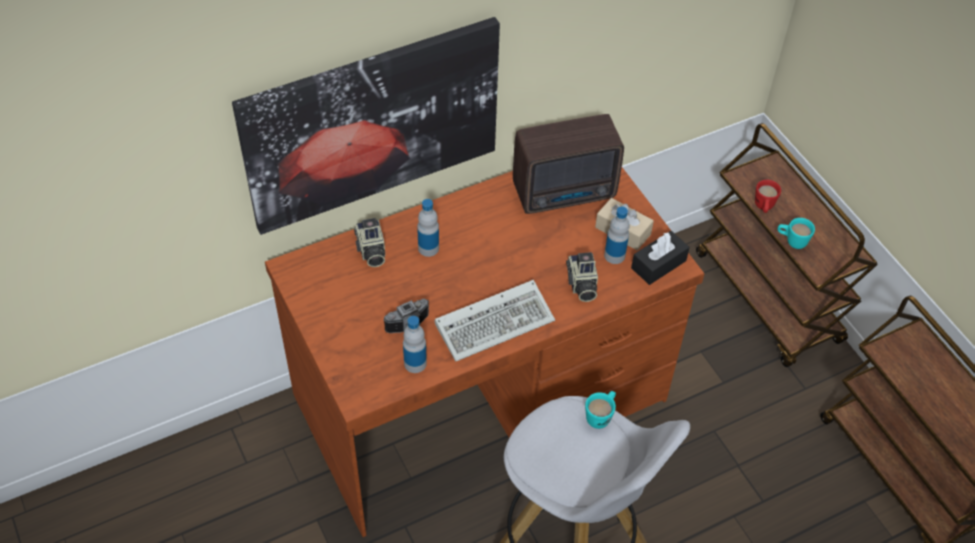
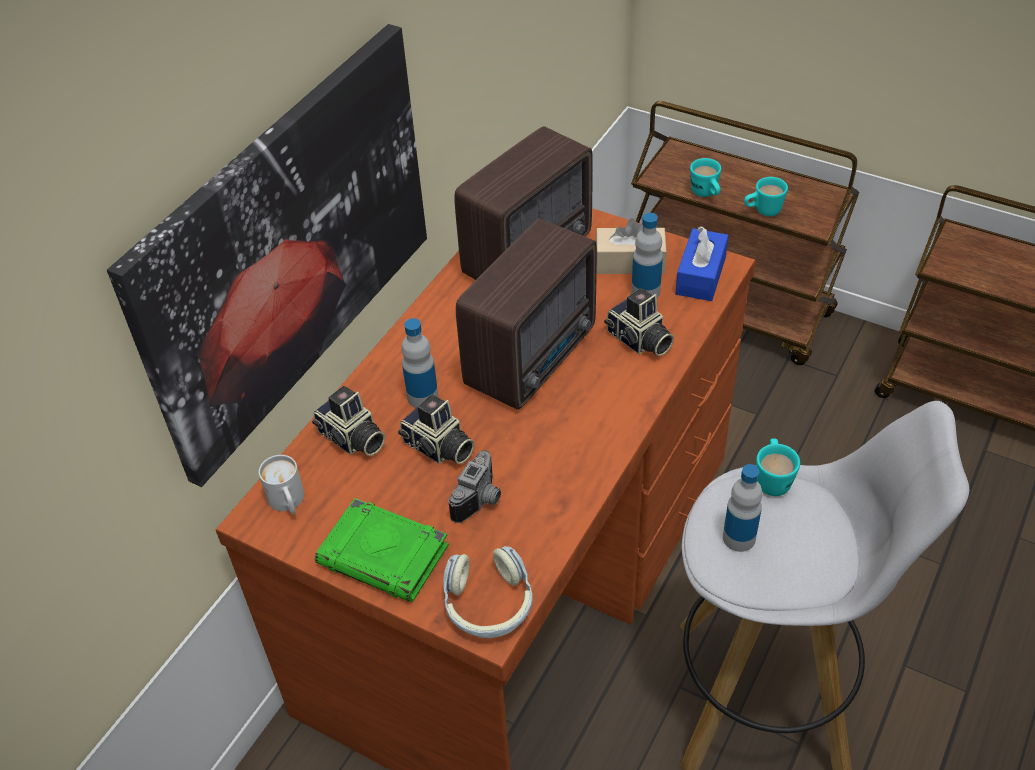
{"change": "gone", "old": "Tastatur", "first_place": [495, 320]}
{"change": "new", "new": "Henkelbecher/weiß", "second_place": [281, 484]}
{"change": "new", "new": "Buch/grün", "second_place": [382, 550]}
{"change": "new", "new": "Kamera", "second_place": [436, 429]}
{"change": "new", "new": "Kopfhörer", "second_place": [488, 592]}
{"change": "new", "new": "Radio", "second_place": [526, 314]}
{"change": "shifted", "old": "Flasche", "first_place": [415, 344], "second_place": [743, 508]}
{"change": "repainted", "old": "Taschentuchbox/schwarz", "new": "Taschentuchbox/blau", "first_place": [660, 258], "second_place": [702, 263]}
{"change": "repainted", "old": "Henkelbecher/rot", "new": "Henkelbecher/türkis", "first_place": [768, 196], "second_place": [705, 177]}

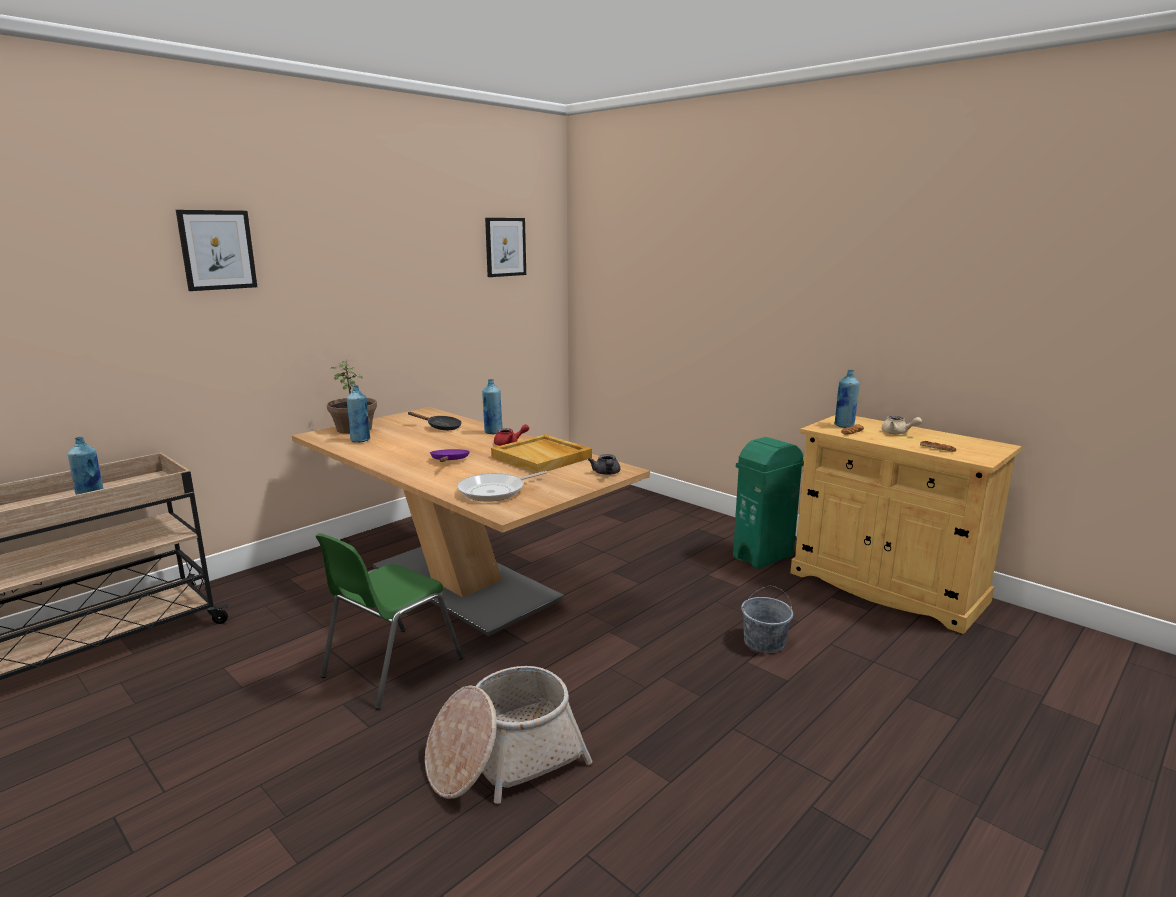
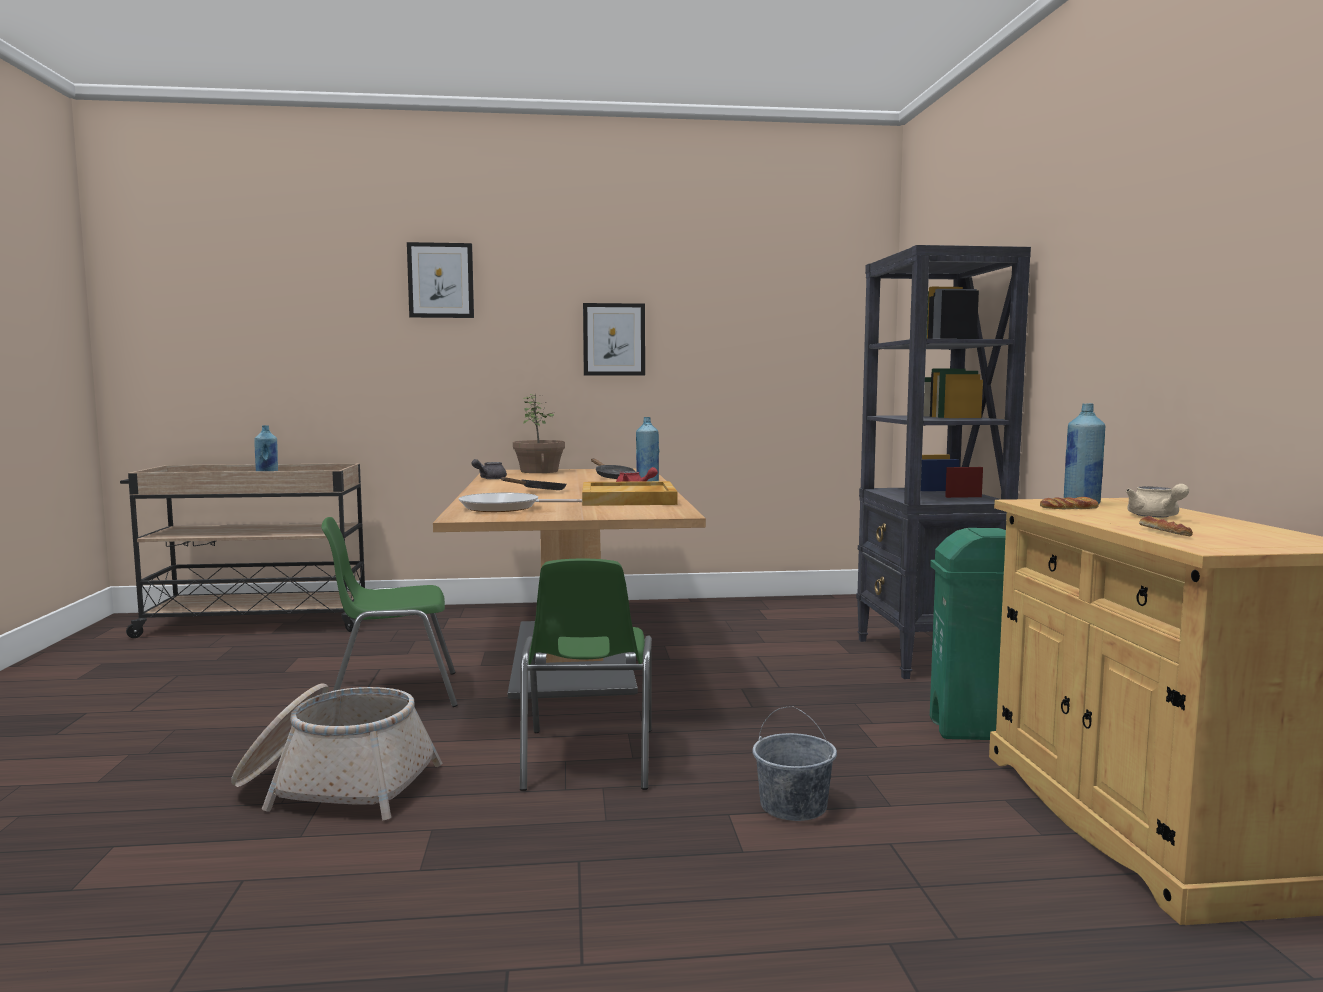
{"change": "gone", "old": "Flasche/blau", "first_place": [358, 414]}
{"change": "new", "new": "Stuhl/grün", "second_place": [586, 675]}
{"change": "new", "new": "Bücherregal/schwarz", "second_place": [943, 462]}
{"change": "shifted", "old": "Bild", "first_place": [505, 247], "second_place": [614, 339]}
{"change": "shifted", "old": "Teekanne/grau", "first_place": [604, 464], "second_place": [489, 469]}
{"change": "repainted", "old": "Pfanne/lila", "new": "Pfanne/schwarz", "first_place": [450, 455], "second_place": [533, 483]}

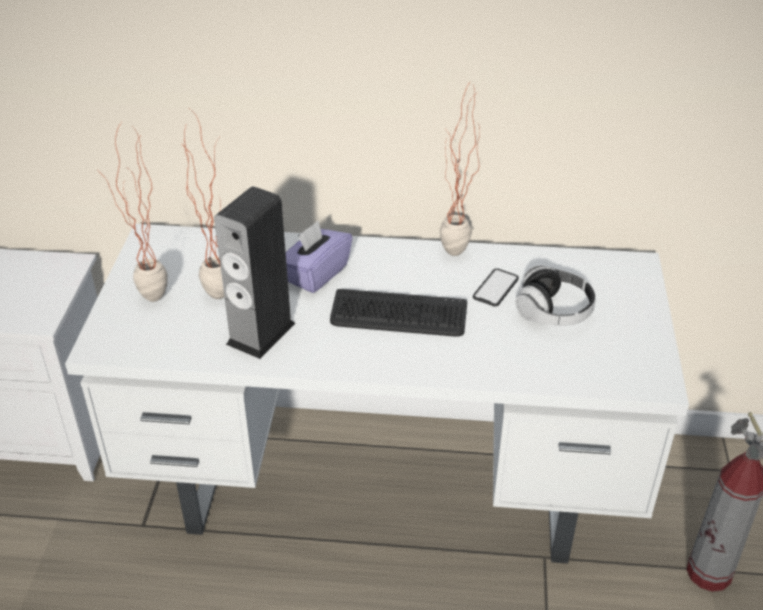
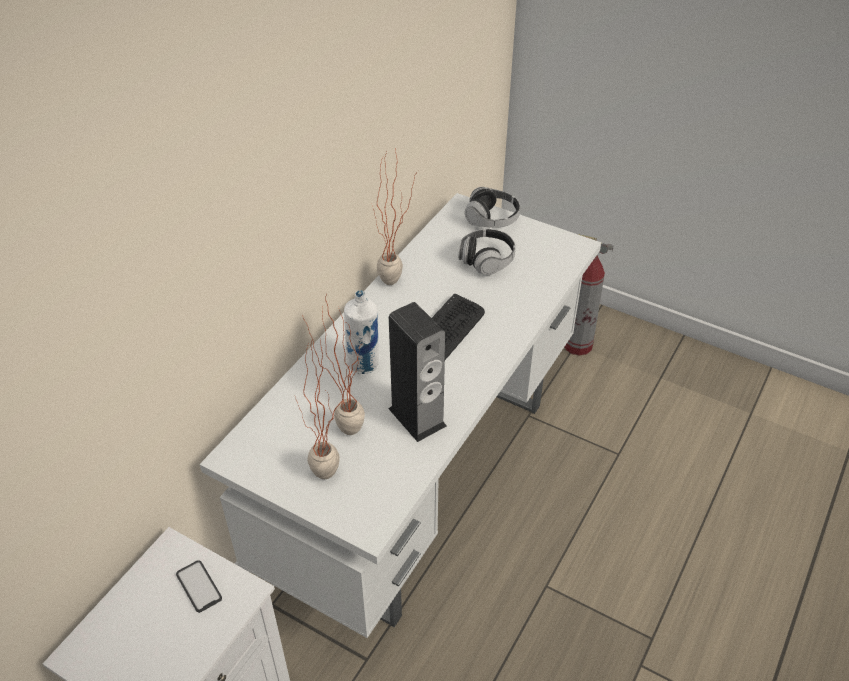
{"change": "new", "new": "Kopfhörer", "second_place": [492, 207]}
{"change": "shifted", "old": "Handy", "first_place": [496, 287], "second_place": [199, 586]}
{"change": "swapped", "old": "Taschentuchbox/lila", "new": "Flasche/weiß", "first_place": [319, 257], "second_place": [361, 332]}

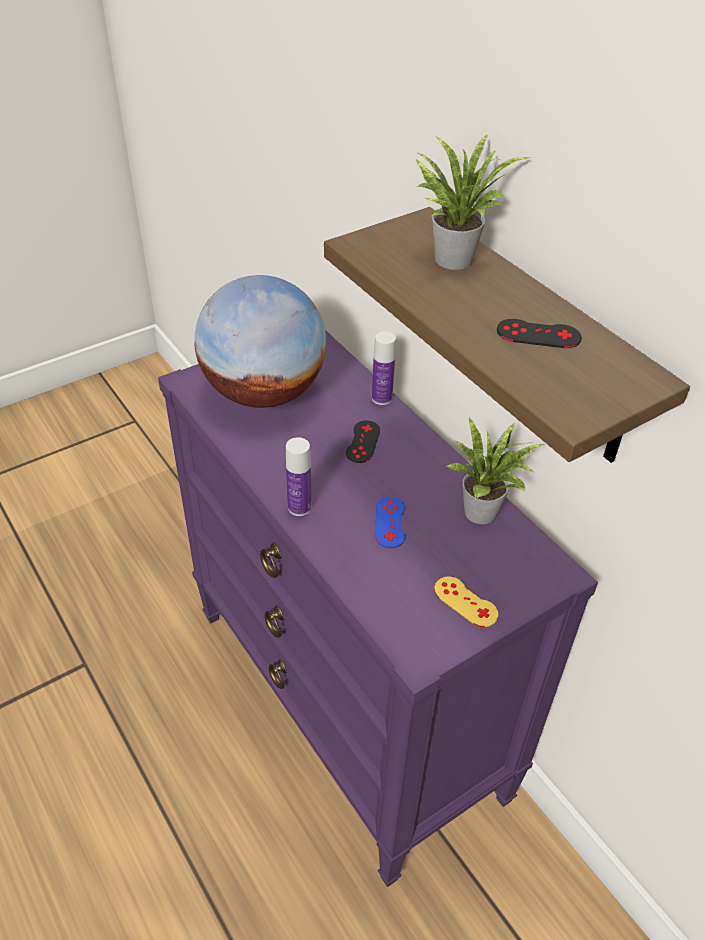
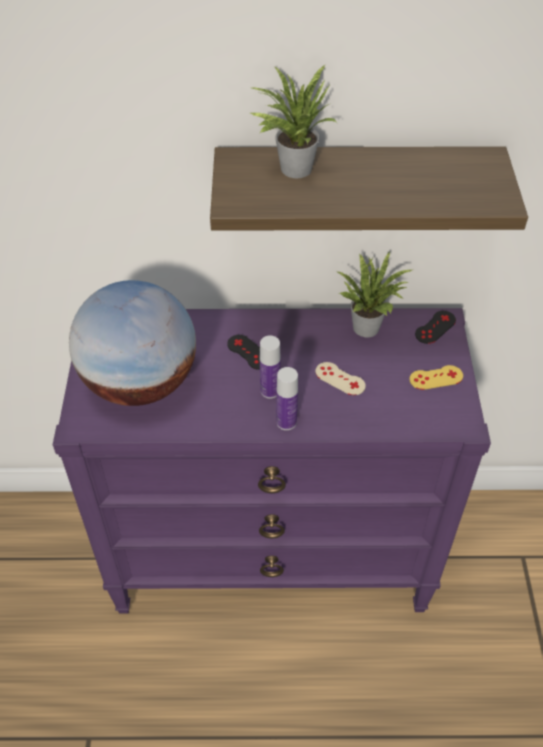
{"change": "shifted", "old": "Flasche", "first_place": [384, 368], "second_place": [270, 367]}
{"change": "shifted", "old": "Gamepad/schwarz", "first_place": [539, 333], "second_place": [435, 327]}
{"change": "repainted", "old": "Gamepad/blau", "new": "Gamepad/beige", "first_place": [390, 522], "second_place": [340, 378]}

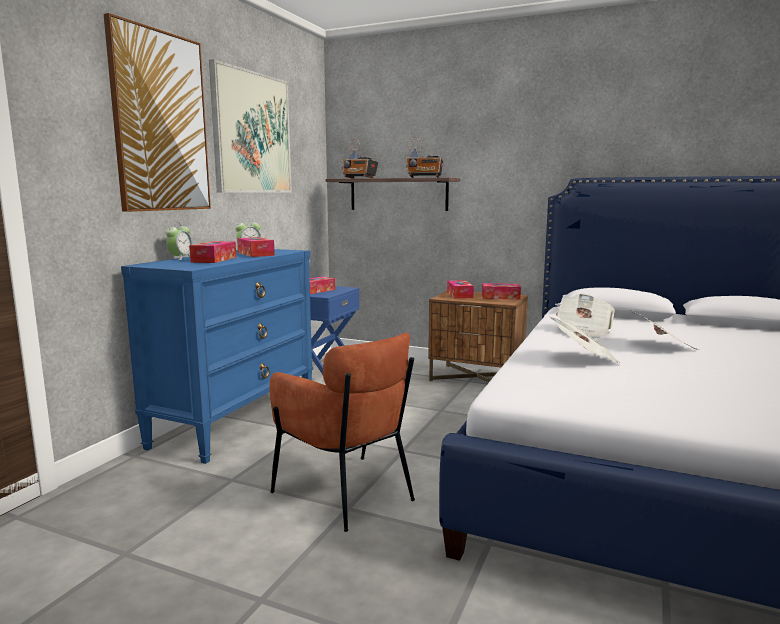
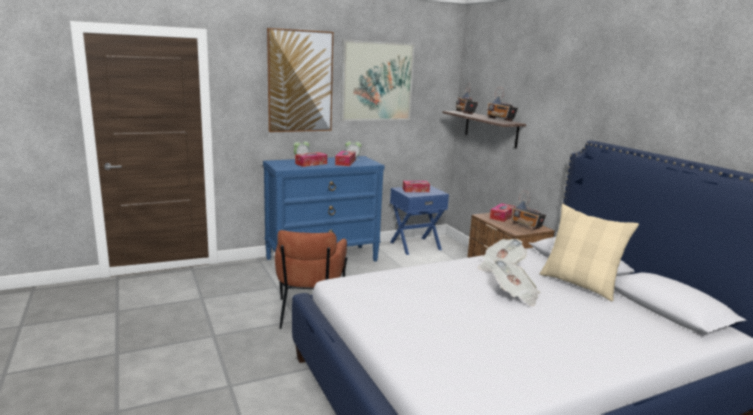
{"change": "gone", "old": "Zeitung", "first_place": [584, 339]}
{"change": "new", "new": "Kissen/beige", "second_place": [589, 252]}
{"change": "swapped", "old": "Taschentuchbox", "new": "Radio", "first_place": [501, 291], "second_place": [528, 210]}

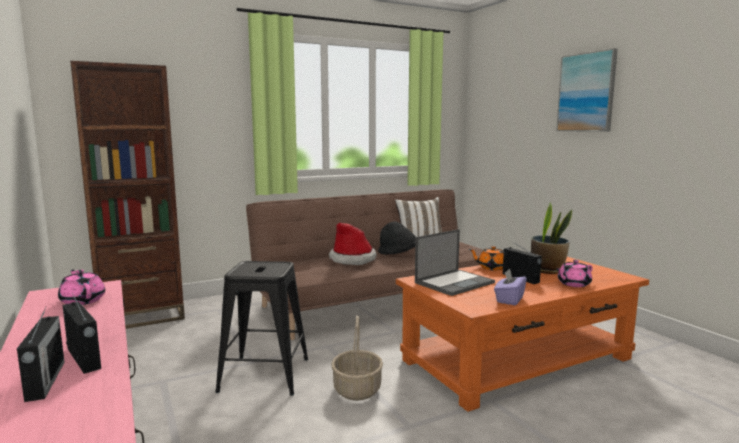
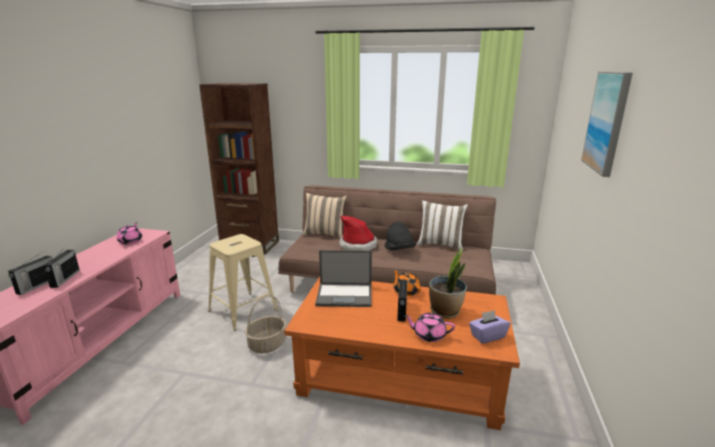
{"change": "new", "new": "Kissen/beige", "second_place": [324, 215]}
{"change": "shifted", "old": "Taschentuchbox/lila", "first_place": [510, 287], "second_place": [490, 327]}
{"change": "repainted", "old": "Hocker/schwarz", "new": "Hocker/beige", "first_place": [261, 328], "second_place": [243, 282]}

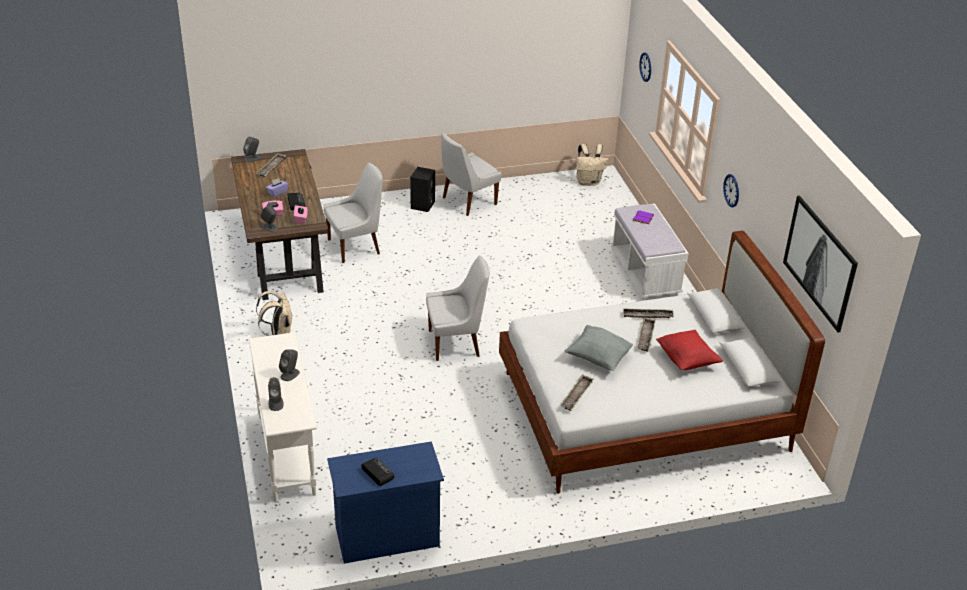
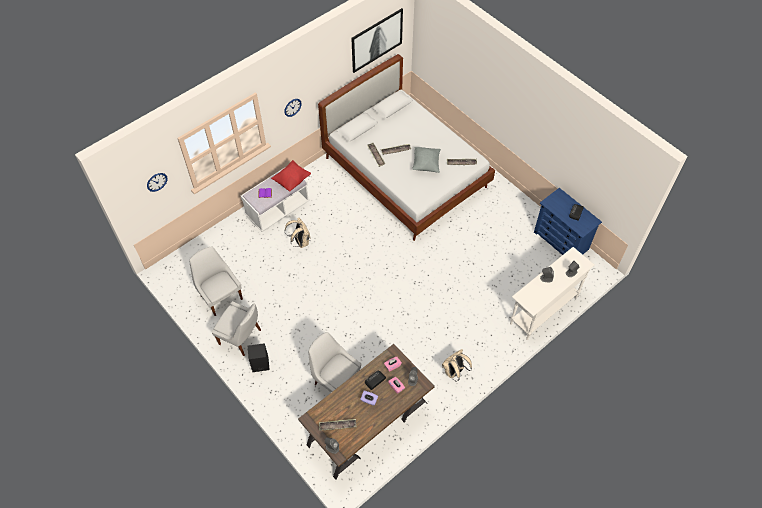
{"change": "shifted", "old": "Stuhl/weiß", "first_place": [458, 308], "second_place": [216, 281]}
{"change": "shifted", "old": "Rucksack/beige", "first_place": [592, 165], "second_place": [297, 233]}
{"change": "shifted", "old": "Kissen/rot", "first_place": [689, 350], "second_place": [291, 175]}

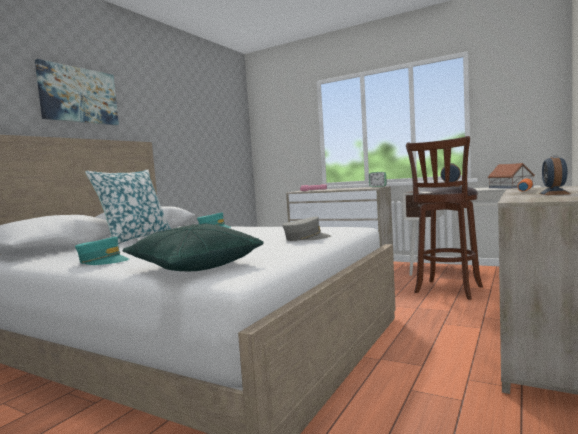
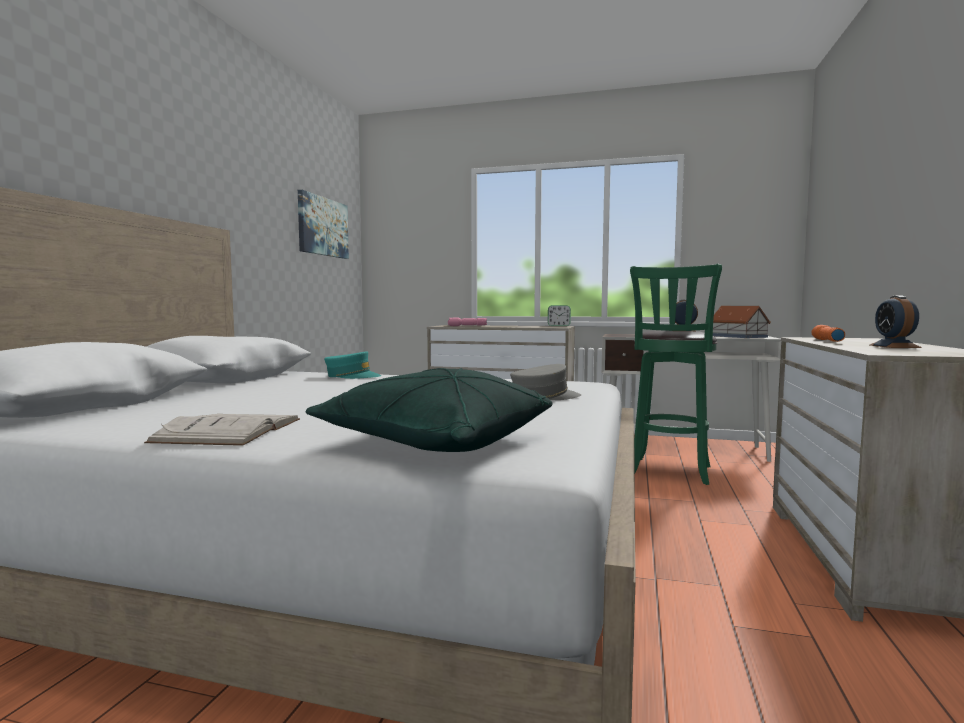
{"change": "gone", "old": "Kissen", "first_place": [128, 206]}
{"change": "shifted", "old": "Bild", "first_place": [77, 92], "second_place": [323, 224]}
{"change": "swapped", "old": "Kappe/türkis", "new": "Buch/weiß", "first_place": [102, 251], "second_place": [222, 430]}
{"change": "repainted", "old": "Hocker/braun", "new": "Hocker/grün", "first_place": [444, 218], "second_place": [676, 374]}

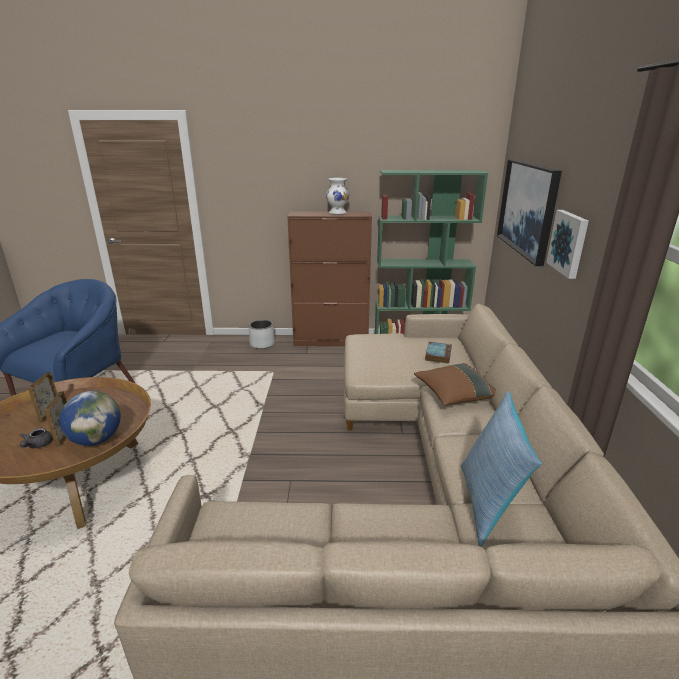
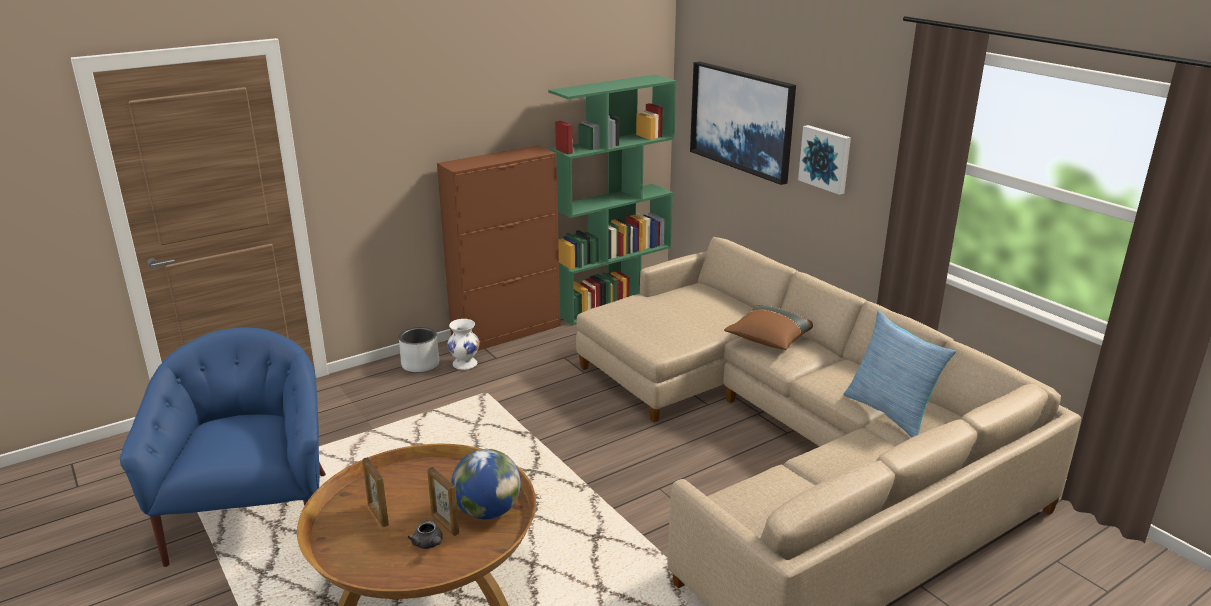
{"change": "gone", "old": "Buch", "first_place": [438, 353]}
{"change": "shifted", "old": "Vase/weiß", "first_place": [337, 196], "second_place": [463, 344]}

